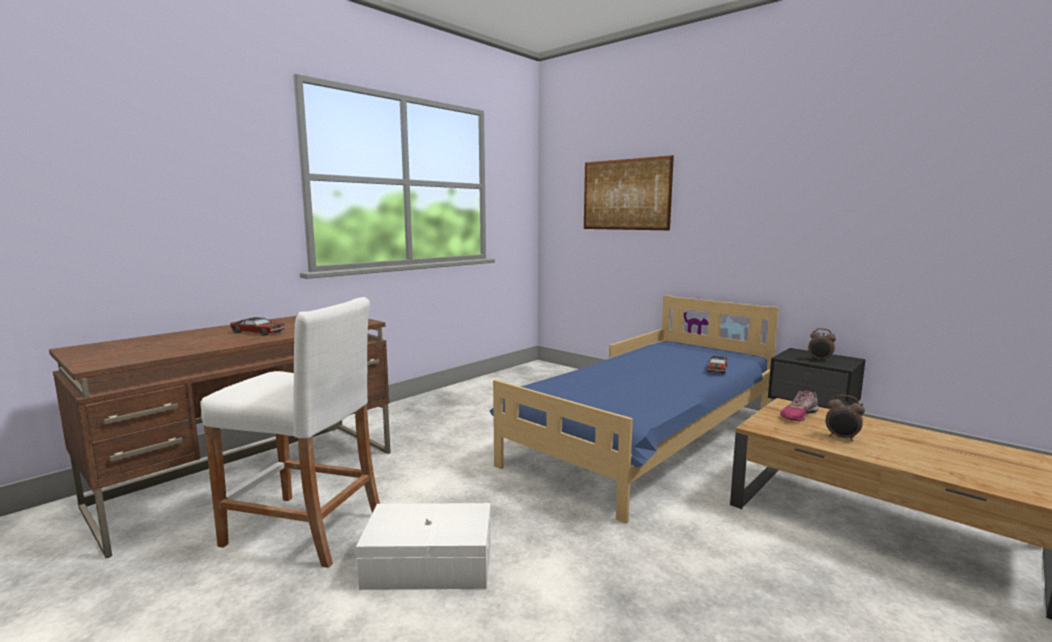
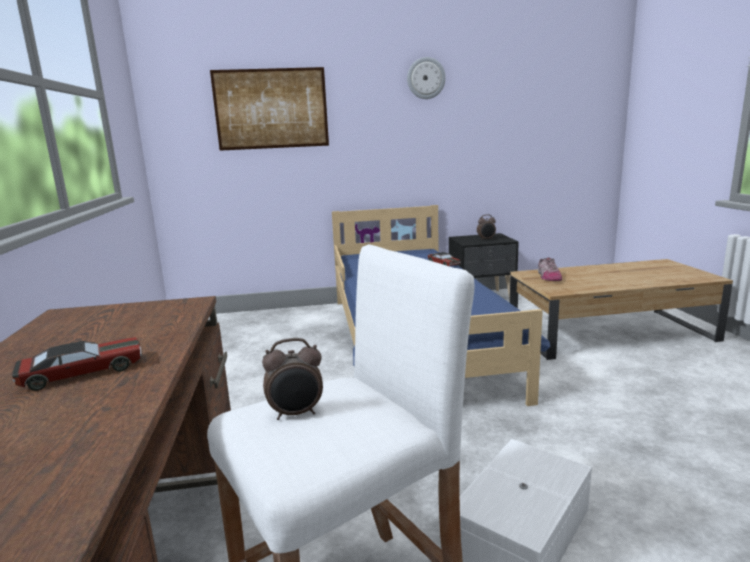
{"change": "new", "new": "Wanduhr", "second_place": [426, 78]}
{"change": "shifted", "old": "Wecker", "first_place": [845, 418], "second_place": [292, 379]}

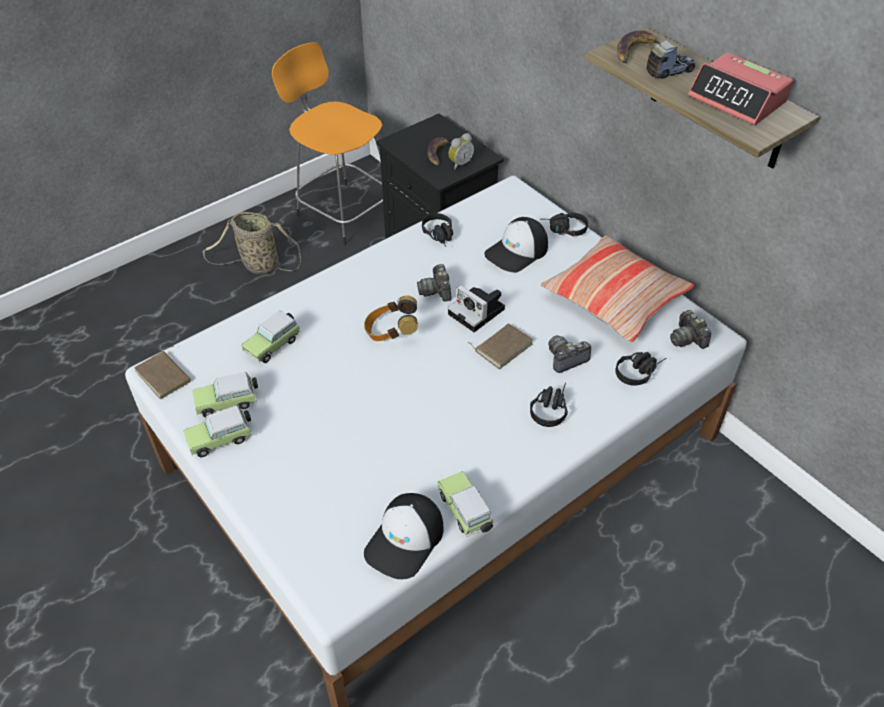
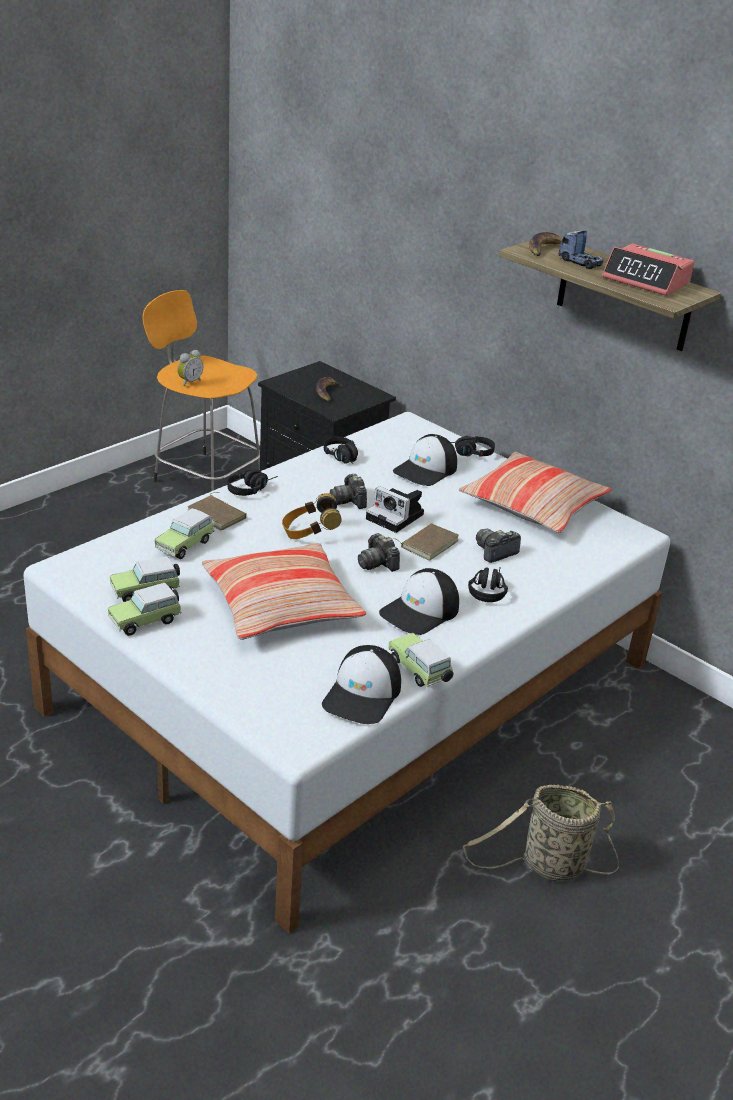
{"change": "new", "new": "Kissen", "second_place": [284, 591]}
{"change": "new", "new": "Kappe", "second_place": [419, 601]}
{"change": "shifted", "old": "Buch/braun", "first_place": [162, 372], "second_place": [217, 511]}
{"change": "shifted", "old": "Korb", "first_place": [252, 243], "second_place": [541, 833]}
{"change": "shifted", "old": "Wecker", "first_place": [461, 151], "second_place": [190, 368]}
{"change": "shifted", "old": "Kopfhörer/schwarz", "first_place": [641, 369], "second_place": [252, 482]}
{"change": "shifted", "old": "Kamera", "first_place": [690, 329], "second_place": [379, 552]}
{"change": "rotated", "old": "Spielzeuglaster", "first_place": [670, 59], "second_place": [580, 249], "degrees": 75}

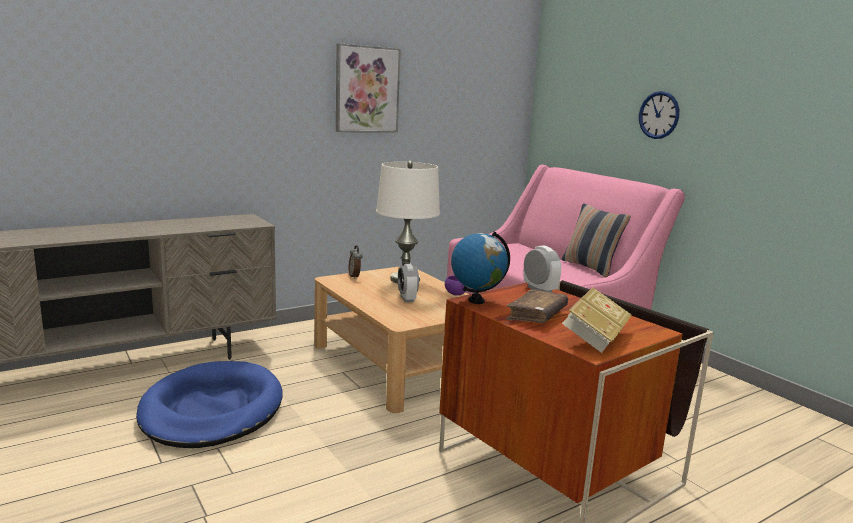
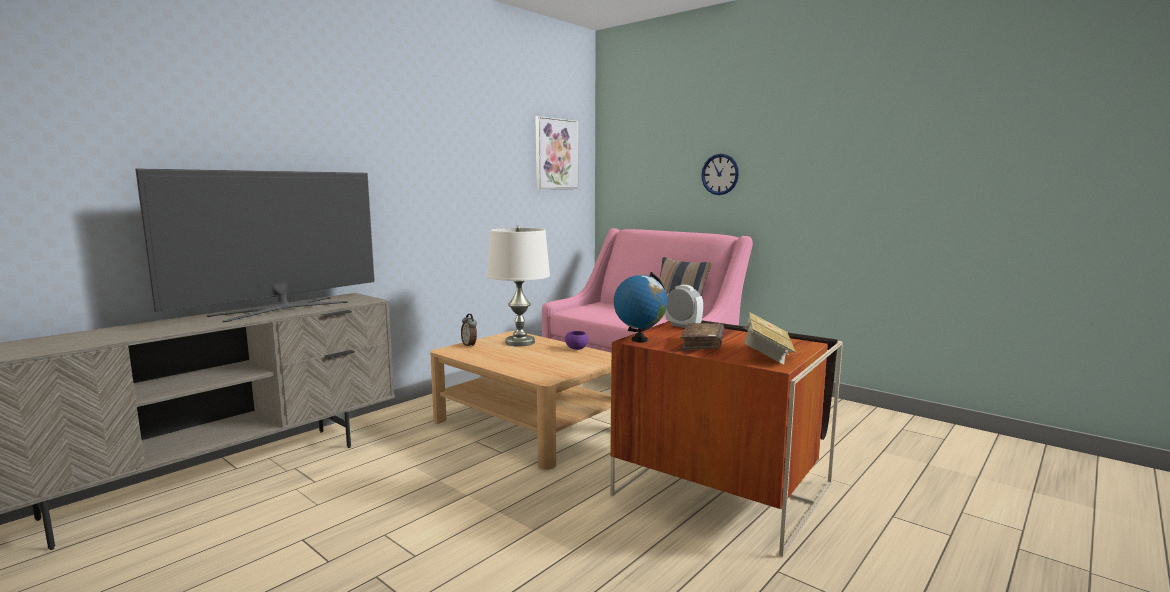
{"change": "gone", "old": "Hundebett/blau", "first_place": [209, 404]}
{"change": "gone", "old": "Wecker", "first_place": [408, 283]}
{"change": "new", "new": "Fernseher", "second_place": [255, 245]}
{"change": "shifted", "old": "Bild", "first_place": [368, 87], "second_place": [557, 152]}

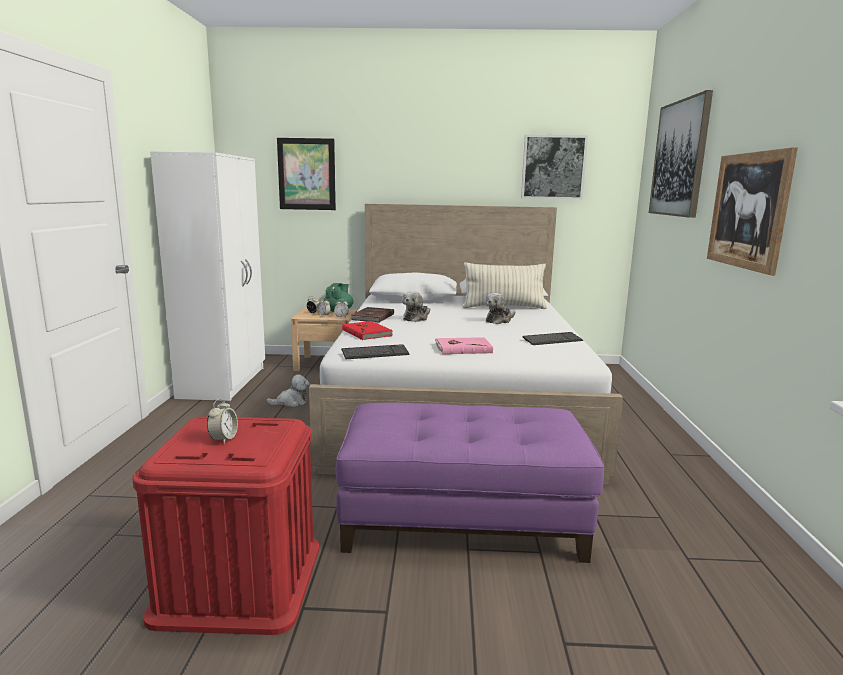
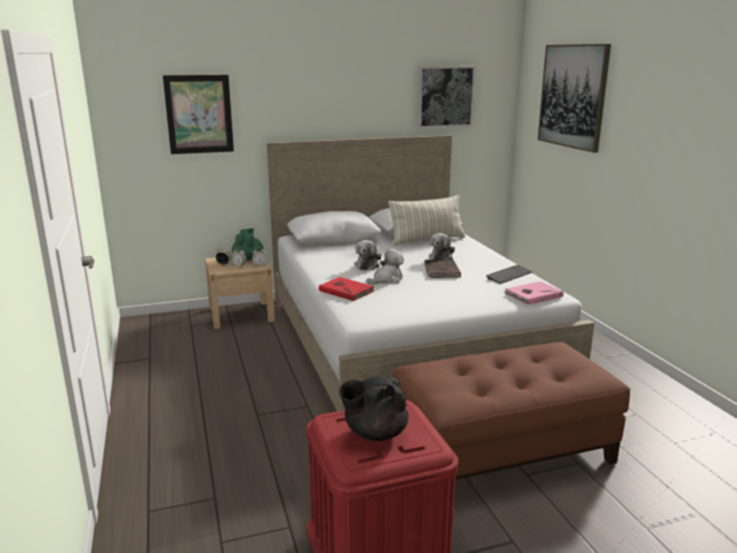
{"change": "gone", "old": "Kleiderschrank/weiß", "first_place": [207, 276]}
{"change": "gone", "old": "Tastatur", "first_place": [375, 351]}
{"change": "gone", "old": "Bild", "first_place": [752, 211]}
{"change": "shifted", "old": "Plüschtier", "first_place": [288, 391], "second_place": [385, 267]}
{"change": "shifted", "old": "Buch/braun", "first_place": [372, 315], "second_place": [442, 268]}
{"change": "shifted", "old": "Buch/rosa", "first_place": [464, 345], "second_place": [533, 293]}
{"change": "swapped", "old": "Wecker", "new": "Teekanne/schwarz", "first_place": [222, 421], "second_place": [374, 408]}
{"change": "repainted", "old": "Polsterhocker/lila", "new": "Polsterhocker/braun", "first_place": [470, 483], "second_place": [512, 411]}

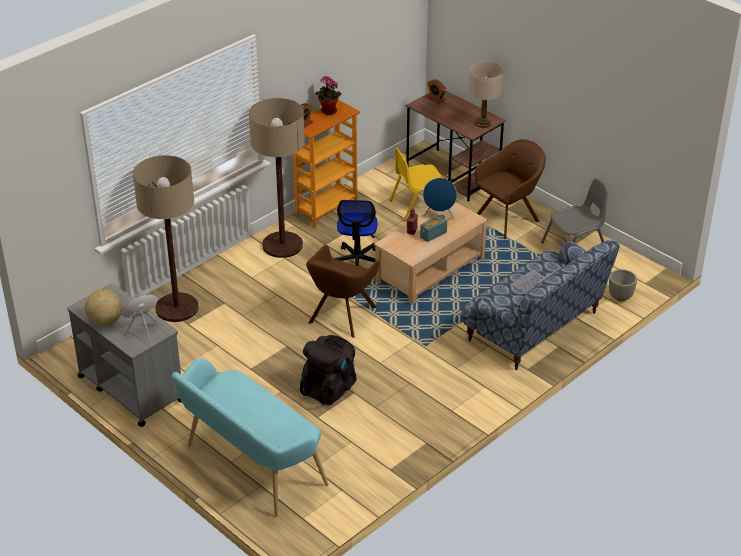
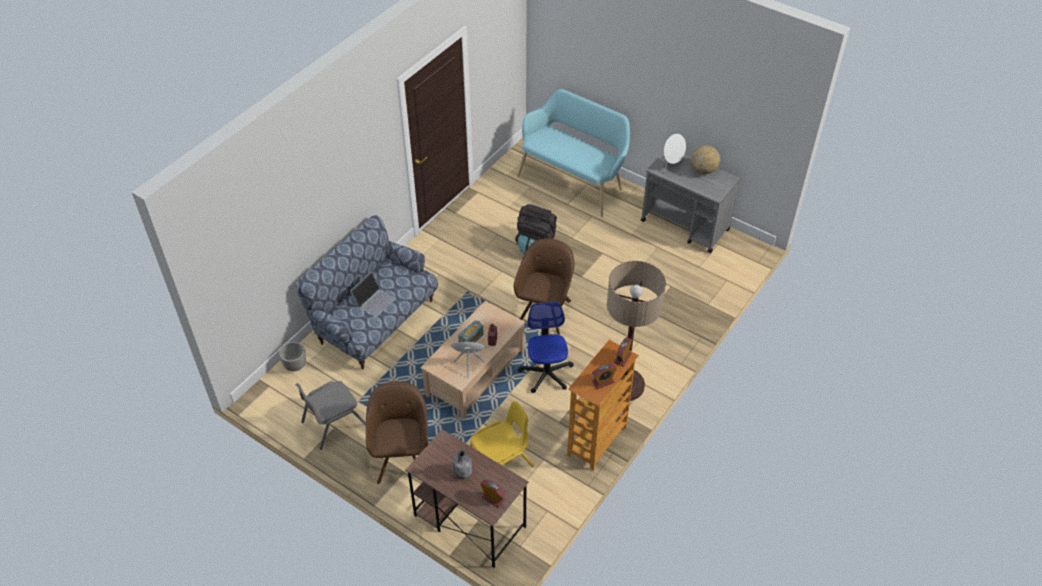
{"change": "gone", "old": "Stehlampe", "first_place": [166, 238]}
{"change": "gone", "old": "Tischlampe/beige", "first_place": [486, 94]}
{"change": "new", "new": "Flasche/grau", "second_place": [462, 464]}
{"change": "swapped", "old": "Topfpflanze", "new": "Wecker", "first_place": [329, 95], "second_place": [604, 376]}
{"change": "rotated", "old": "Sessel/braun", "first_place": [510, 189], "second_place": [397, 432], "degrees": 135}

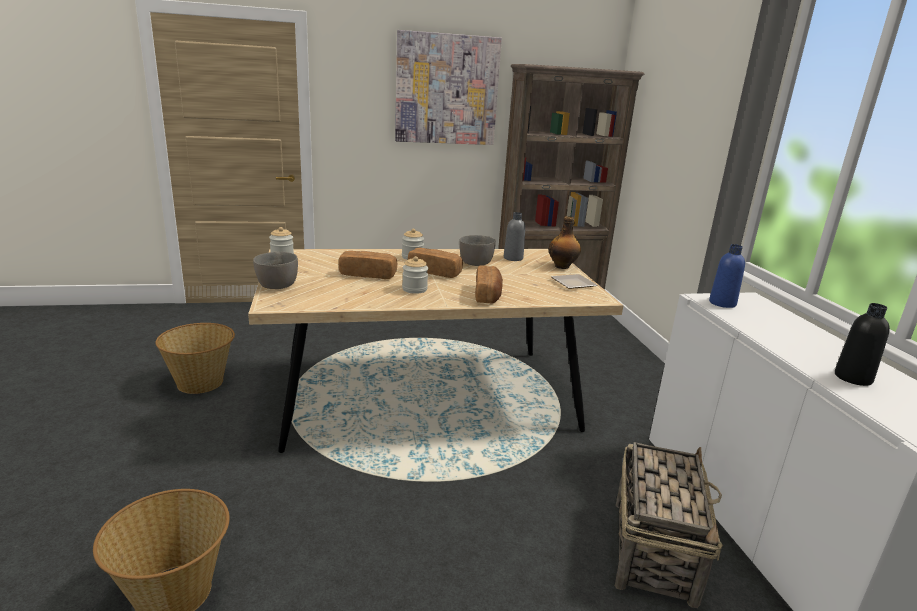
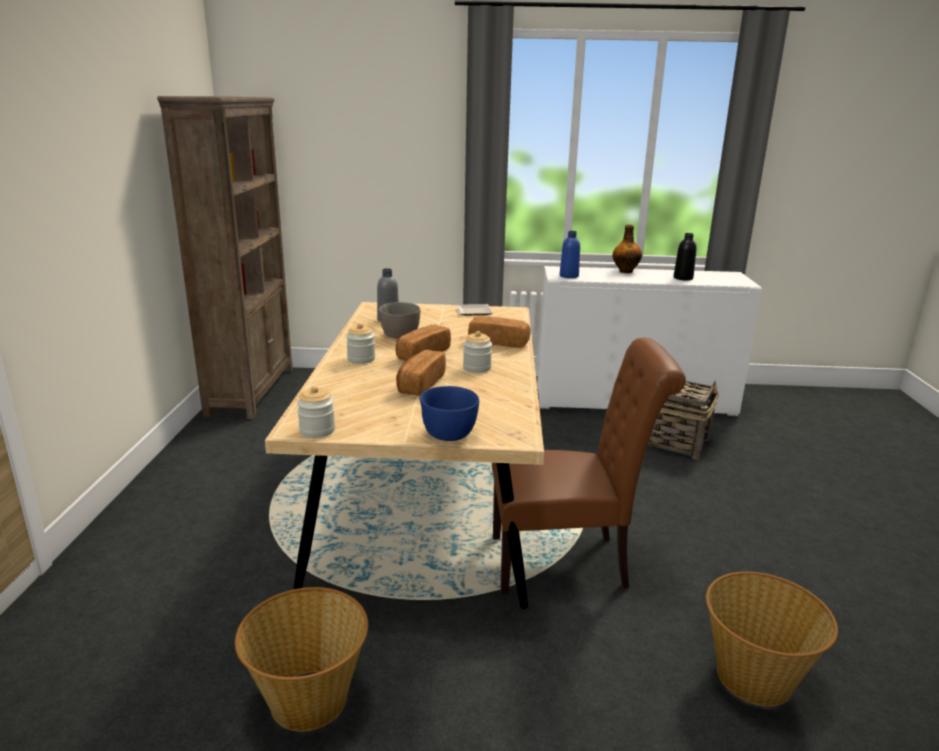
{"change": "gone", "old": "Bild", "first_place": [448, 87]}
{"change": "new", "new": "Stuhl/braun", "second_place": [589, 466]}
{"change": "shifted", "old": "Flasche", "first_place": [565, 242], "second_place": [627, 249]}
{"change": "repainted", "old": "Schüssel/grau", "new": "Schüssel/blau", "first_place": [275, 270], "second_place": [449, 413]}

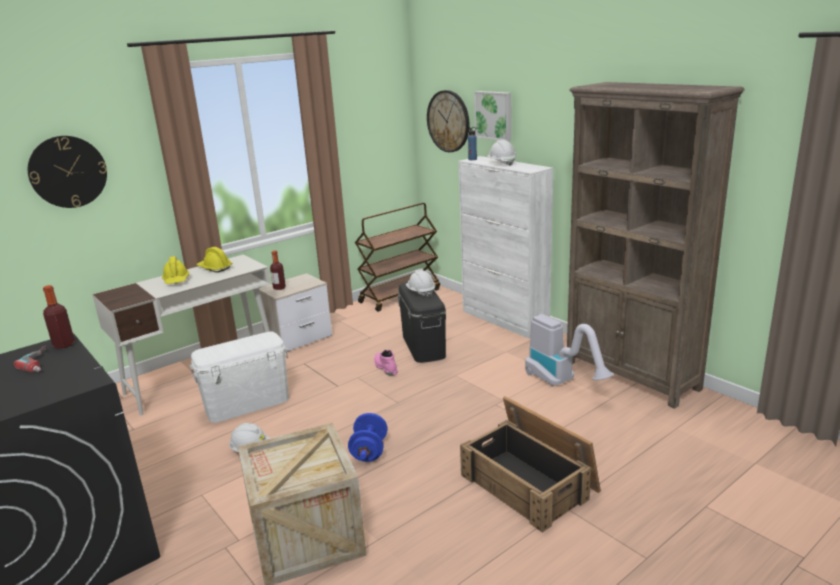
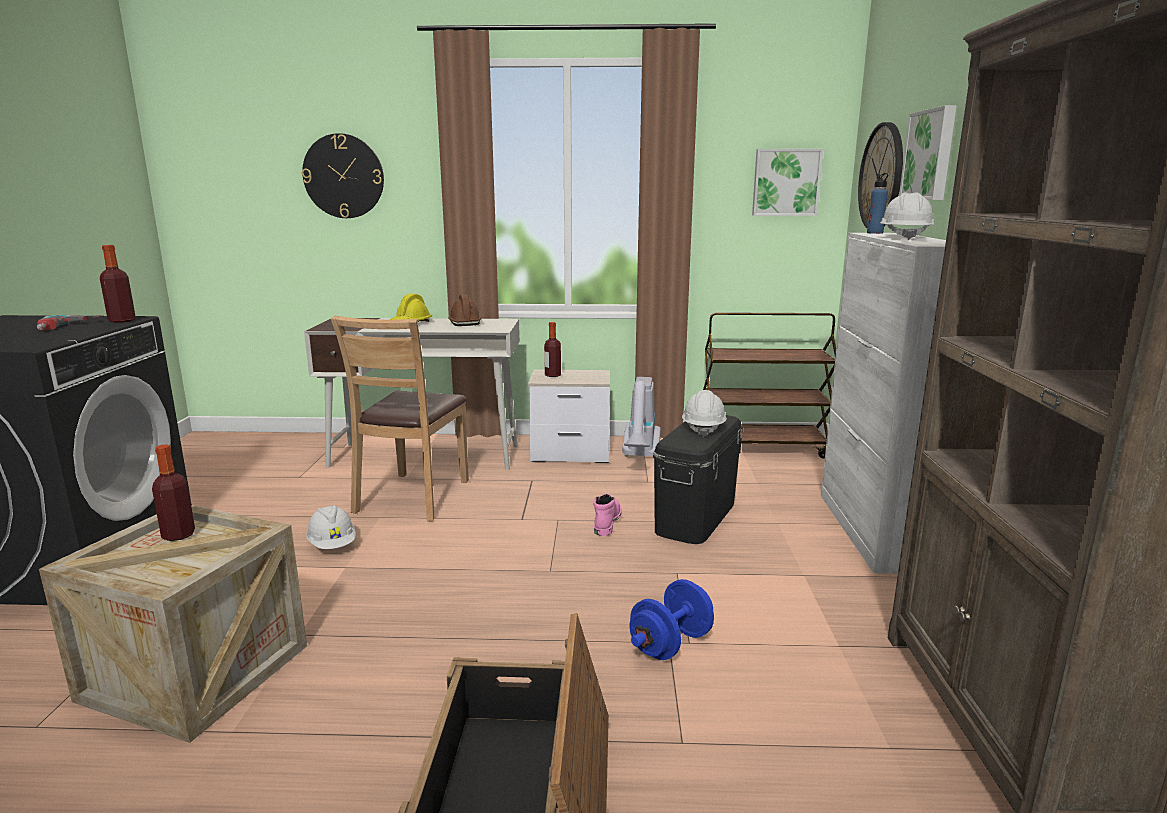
{"change": "new", "new": "Flasche", "second_place": [173, 492]}
{"change": "new", "new": "Bild", "second_place": [787, 182]}
{"change": "shifted", "old": "Hantel/blau", "first_place": [367, 437], "second_place": [671, 619]}
{"change": "shifted", "old": "Staubsauger", "first_place": [569, 350], "second_place": [641, 417]}
{"change": "swapped", "old": "Aufbewahrungsbox/weiß", "new": "Stuhl/braun", "first_place": [239, 377], "second_place": [400, 419]}
{"change": "repainted", "old": "Schutzhelm/gelb", "new": "Schutzhelm/braun", "first_place": [214, 260], "second_place": [464, 310]}

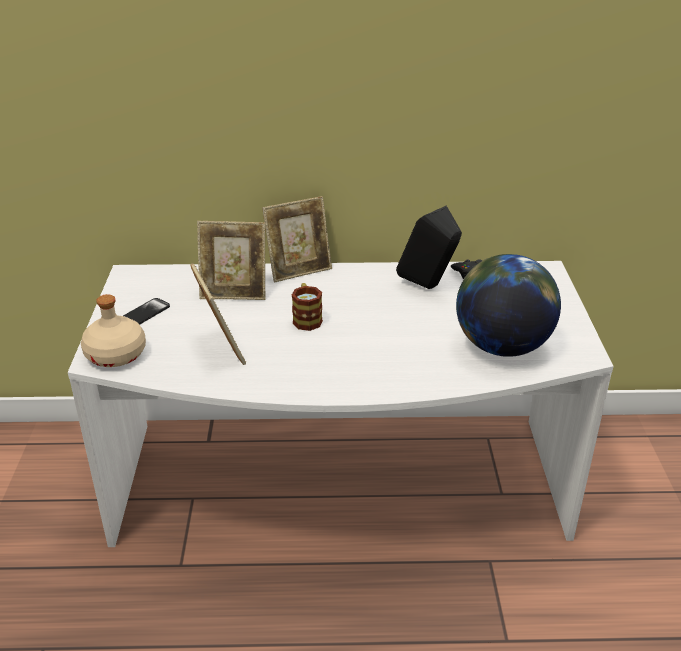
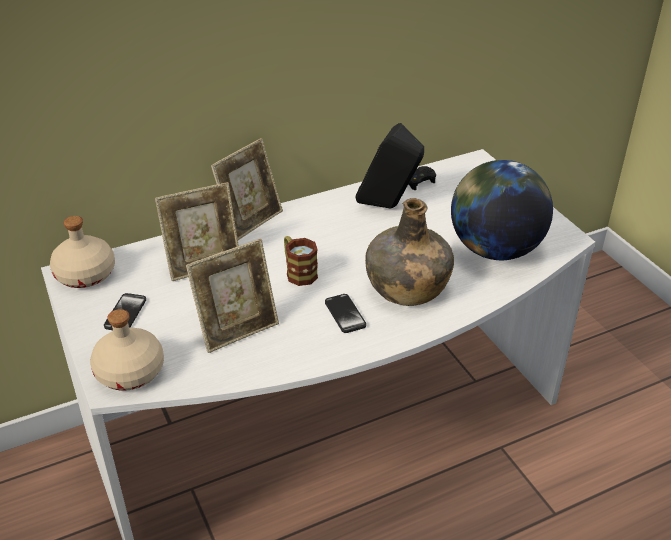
{"change": "new", "new": "Flasche/beige", "second_place": [82, 252]}
{"change": "new", "new": "Handy", "second_place": [345, 313]}
{"change": "new", "new": "Flasche/grün", "second_place": [409, 252]}
{"change": "rotated", "old": "Bilderrahmen", "first_place": [218, 314], "second_place": [232, 296], "degrees": 105}

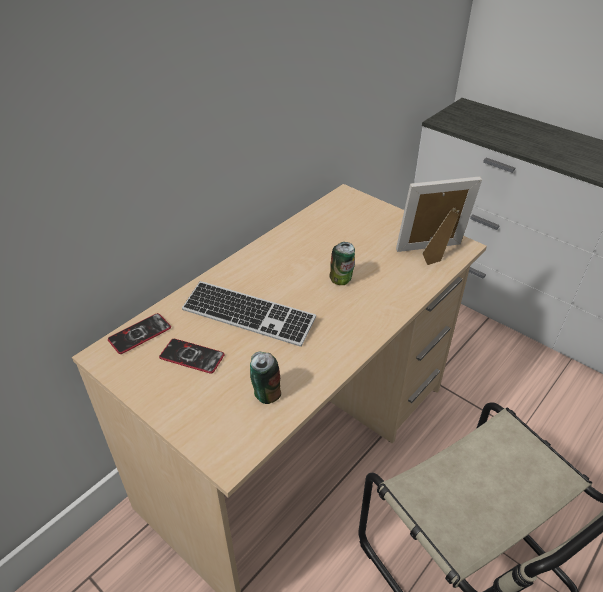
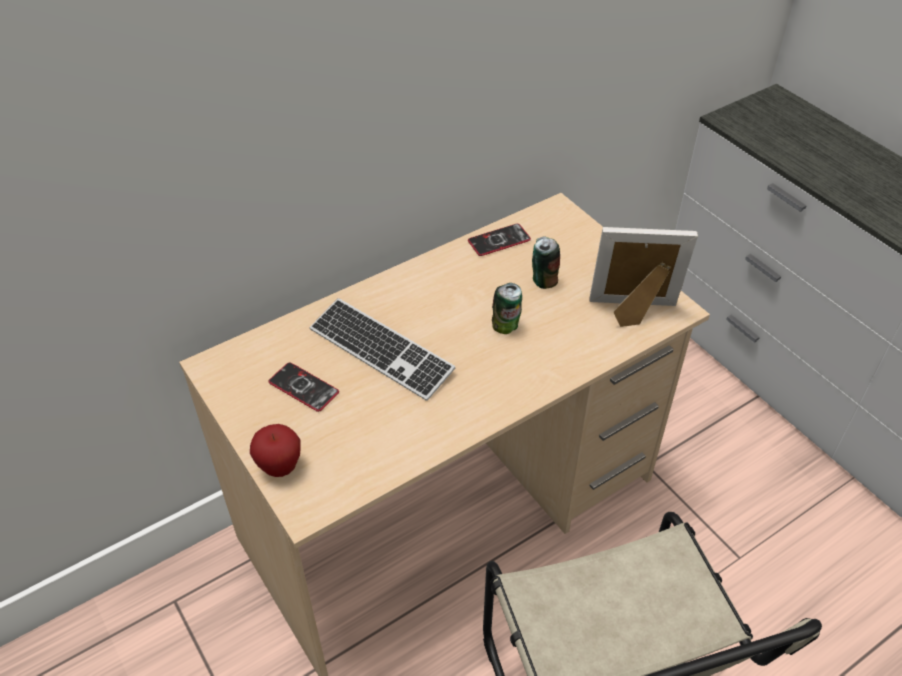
{"change": "new", "new": "Apfel", "second_place": [275, 450]}
{"change": "shifted", "old": "Handy", "first_place": [139, 333], "second_place": [499, 240]}
{"change": "shifted", "old": "Dose", "first_place": [265, 378], "second_place": [546, 263]}

